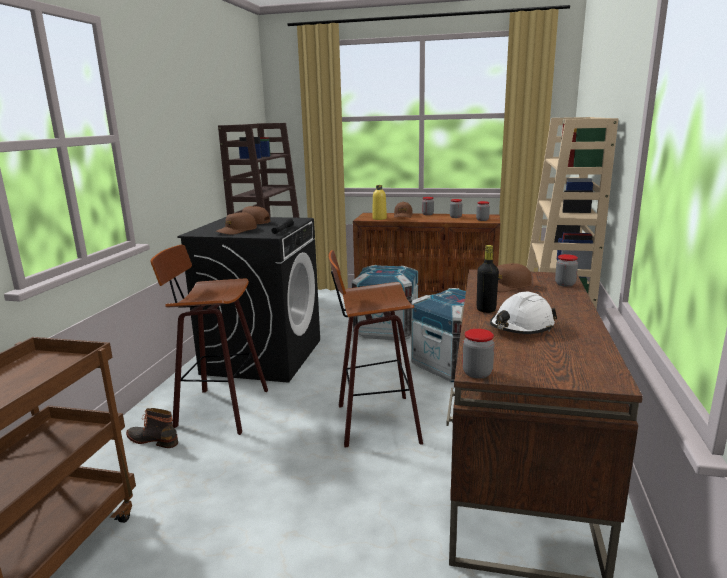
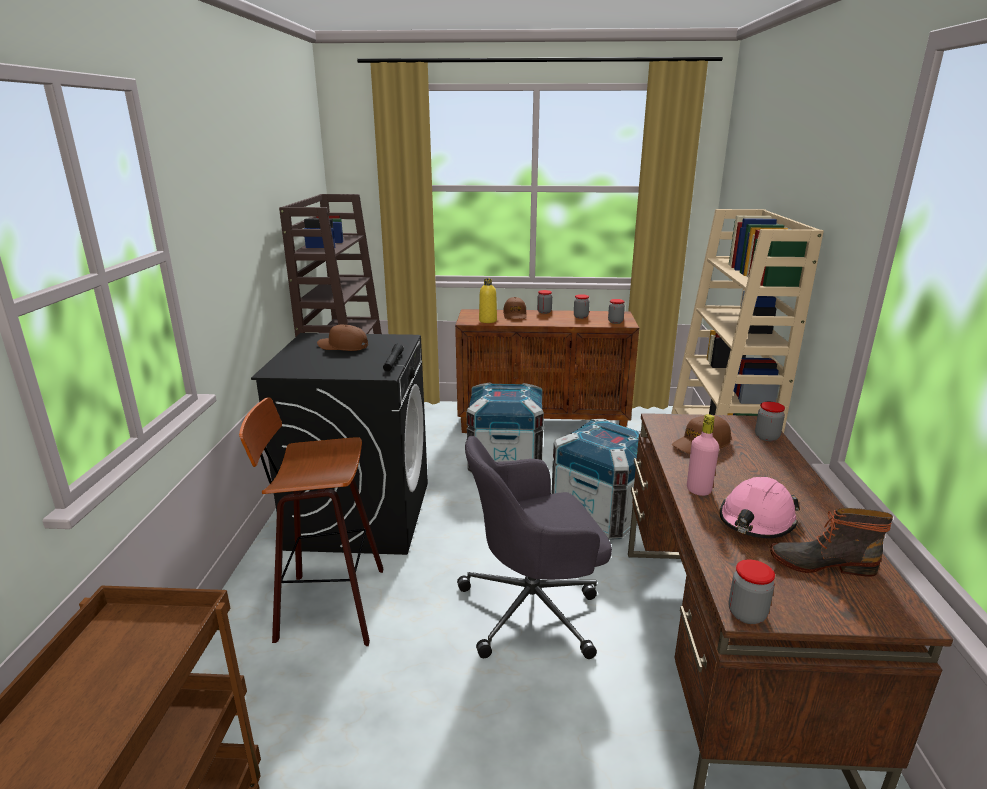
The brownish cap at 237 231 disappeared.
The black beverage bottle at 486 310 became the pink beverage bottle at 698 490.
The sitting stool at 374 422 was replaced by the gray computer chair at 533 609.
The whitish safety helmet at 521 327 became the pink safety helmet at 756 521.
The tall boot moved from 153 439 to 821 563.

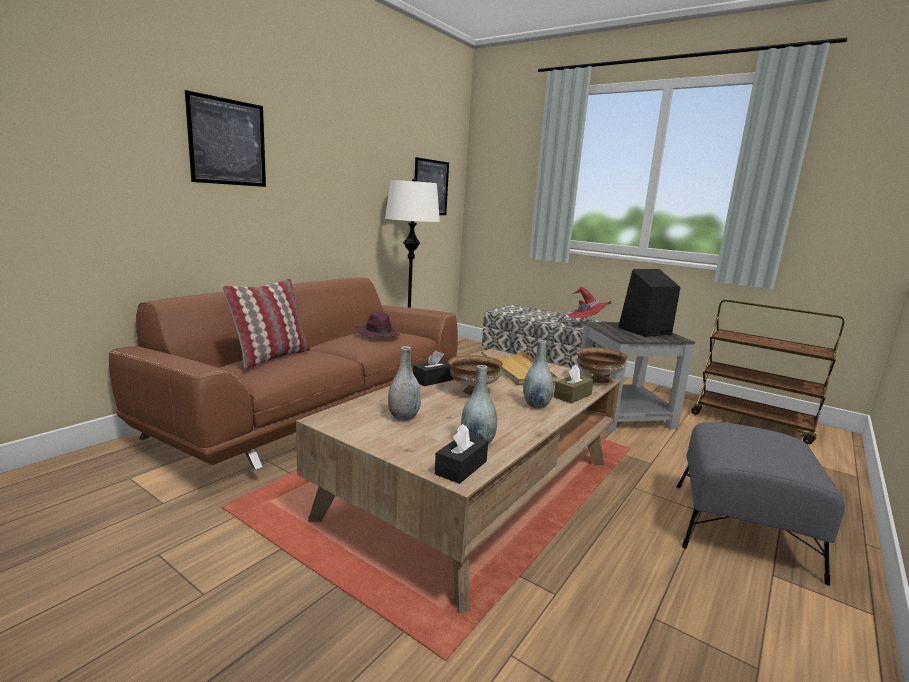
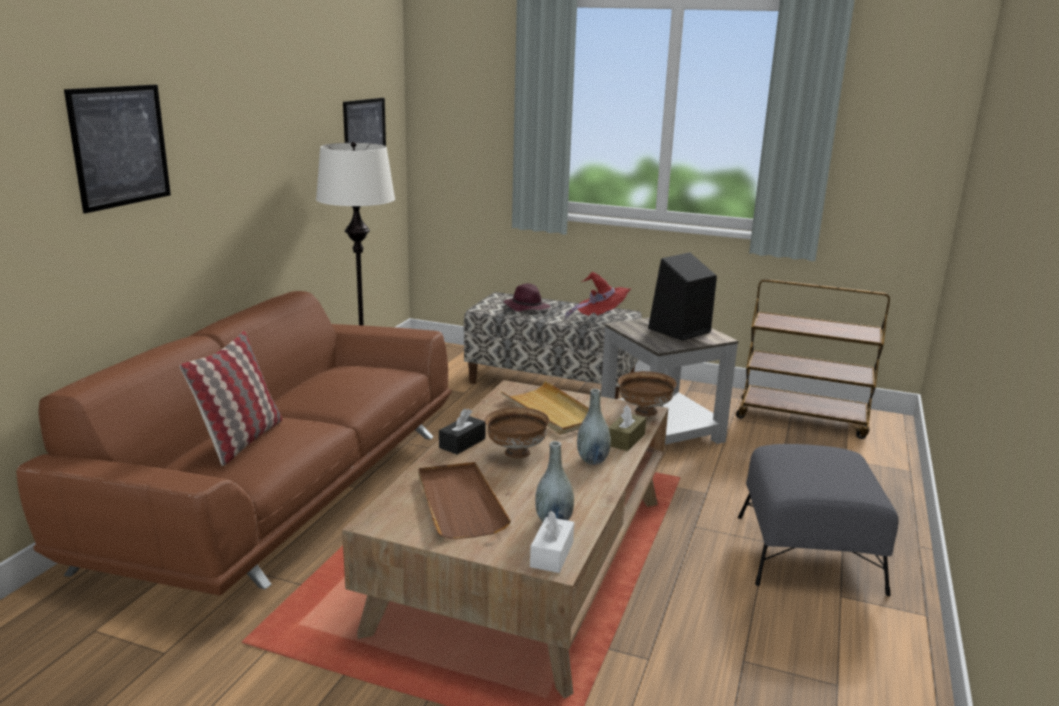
The purple clothing hat moved from 377 334 to 526 307.
The gray flower vase at 403 417 was replaced by the brownish serving tray at 459 503.
The black box of tissues at 461 468 became the whitish box of tissues at 552 554.

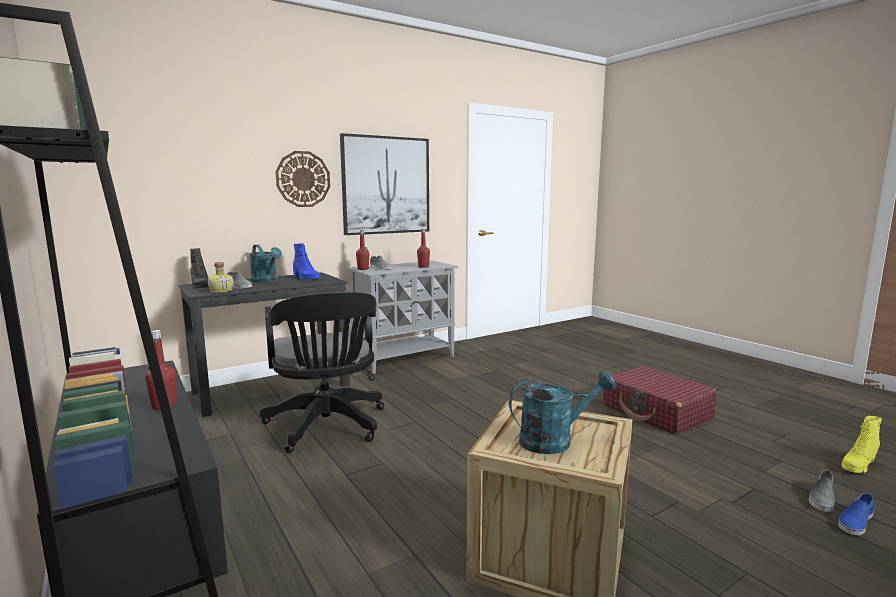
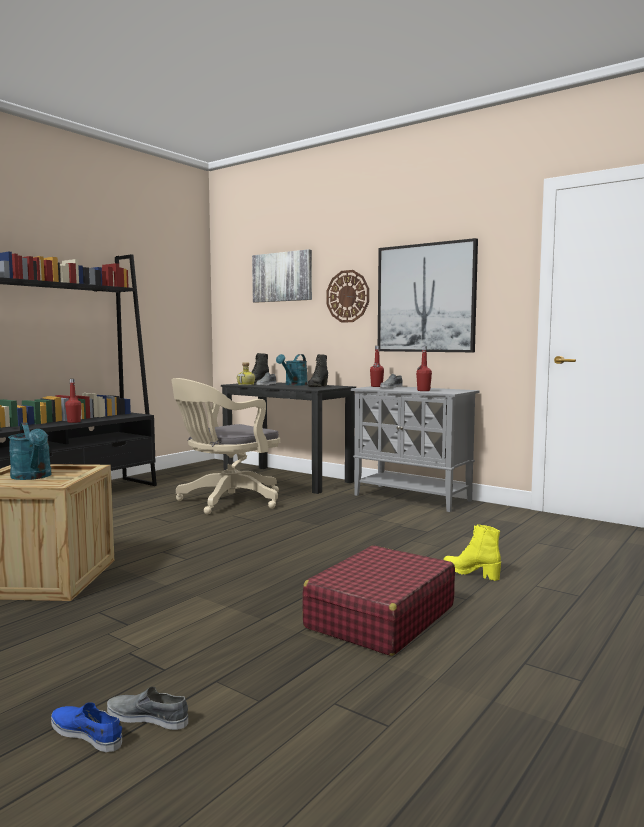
The blue-coloured tall boot at 306 278 became the black tall boot at 317 386.
The black computer chair at 327 427 became the beige computer chair at 226 501.
The yellowish tall boot moved from 858 465 to 471 573.
The picture at 282 277 appeared.

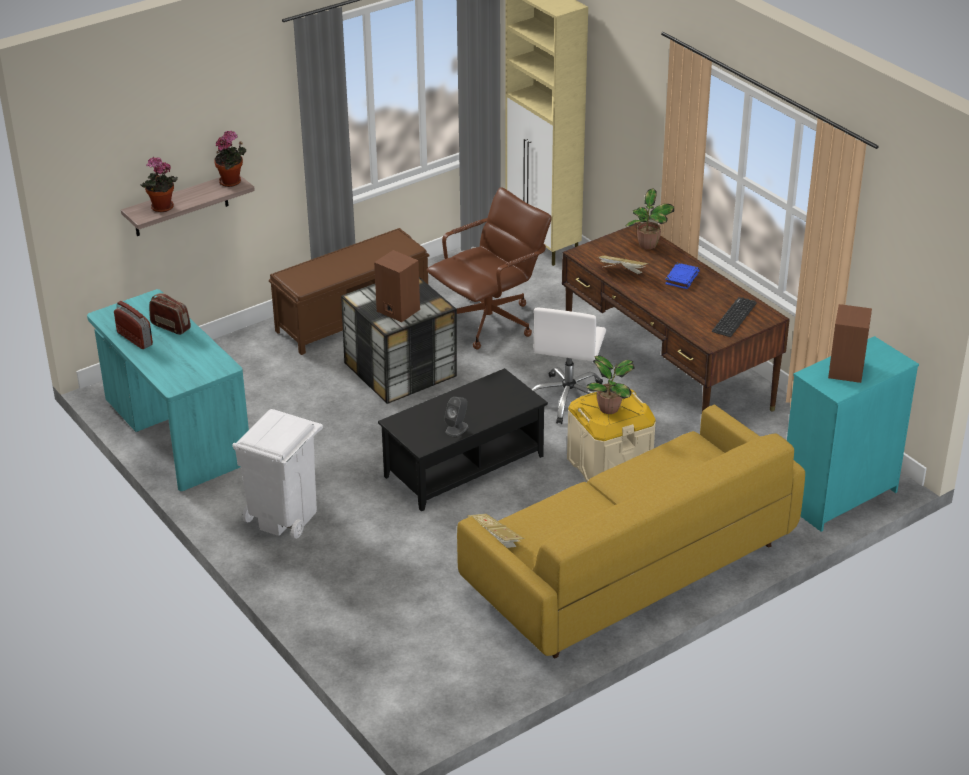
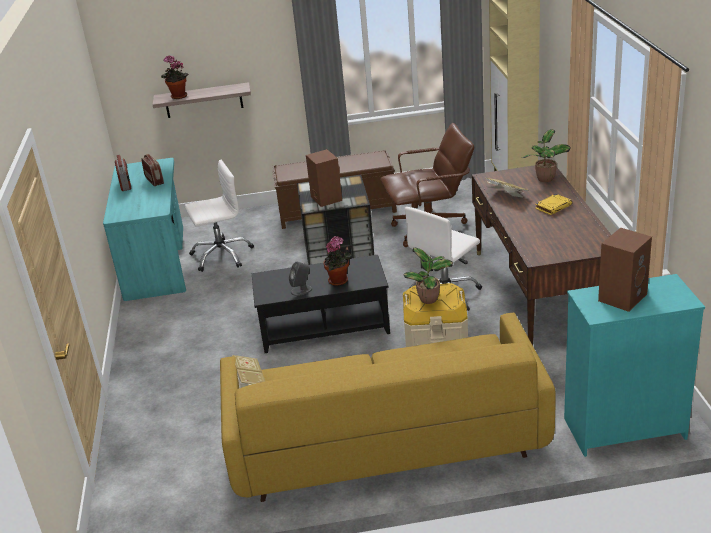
The plant in a pot moved from 232 182 to 340 281.
The blue-coloured volume at 682 278 became the yellowish volume at 553 206.
The keyboard at 734 317 disappeared.
The whitish rubbish bin at 283 516 disappeared.
The whitish computer chair at 221 255 appeared.

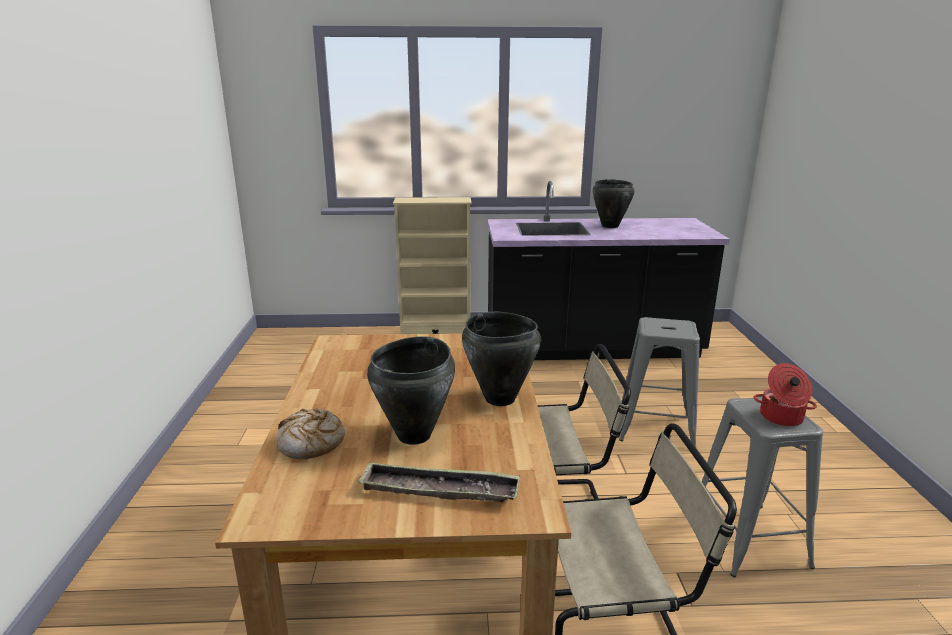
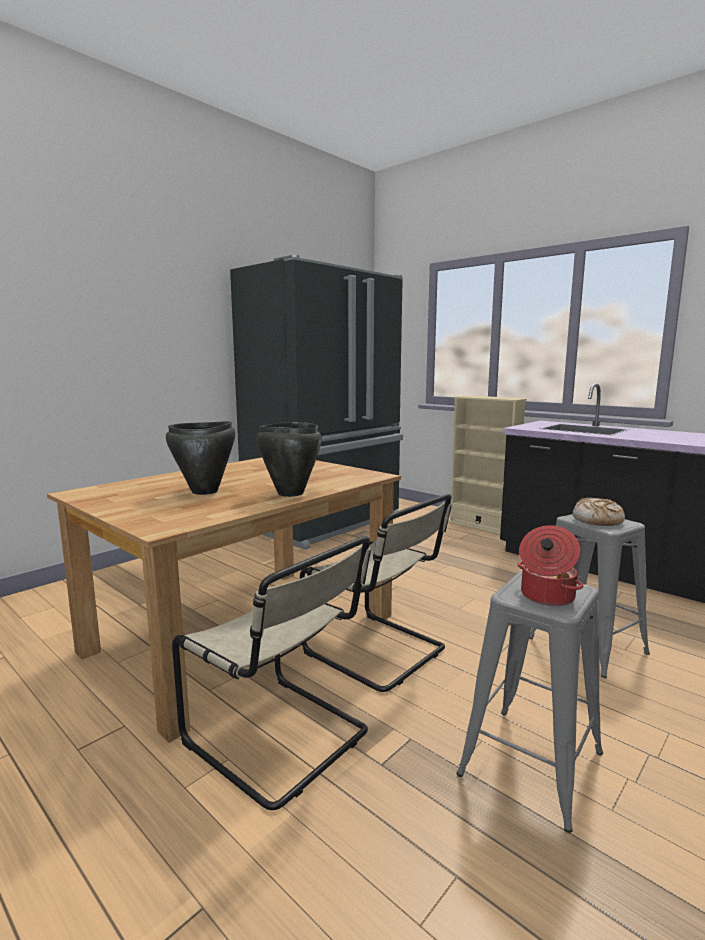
The black cooking pot at 610 226 disappeared.
The bakery bread moved from 311 443 to 597 520.
The serving tray at 439 490 disappeared.
The black kitchen fridge at 327 523 appeared.

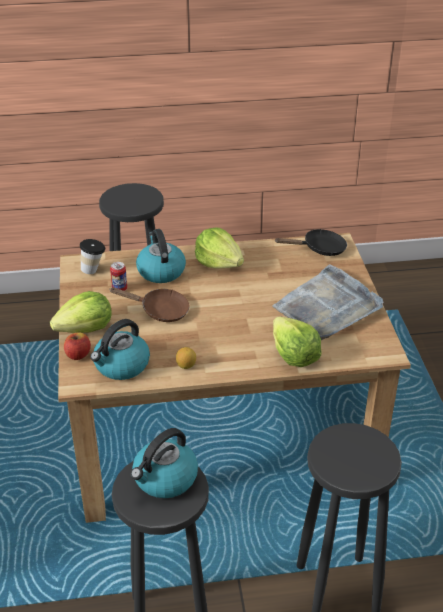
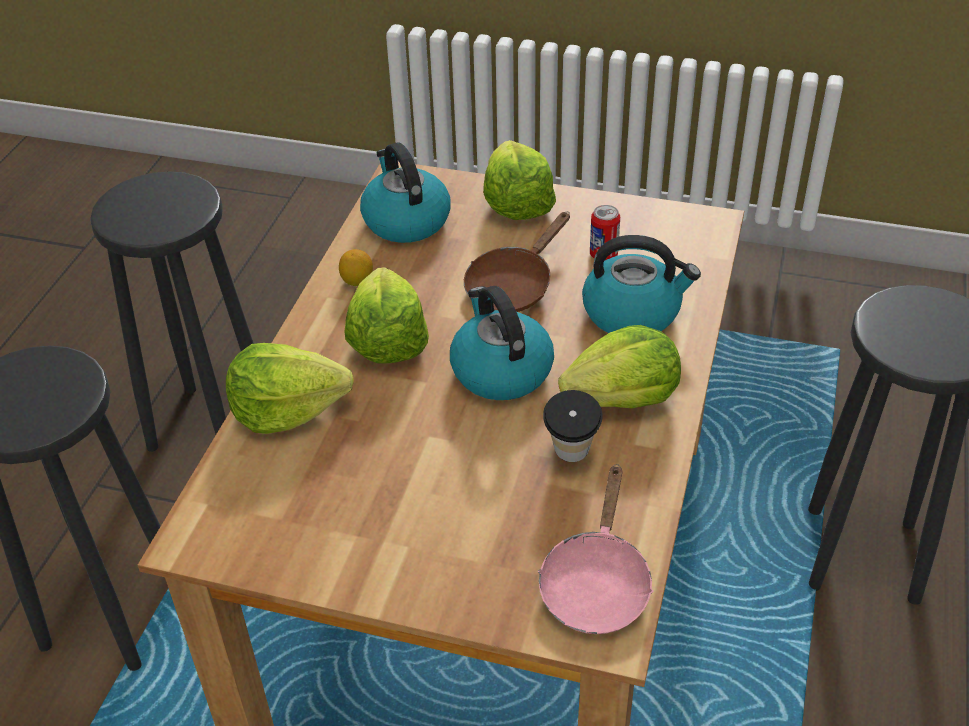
The black pan at 319 249 became the pink pan at 596 583.
The cup moved from 94 270 to 571 458.
The gray serving tray at 328 307 disappeared.
The apple at 78 355 disappeared.
The kettle moved from 165 479 to 500 370.
The lettuce at 387 340 appeared.

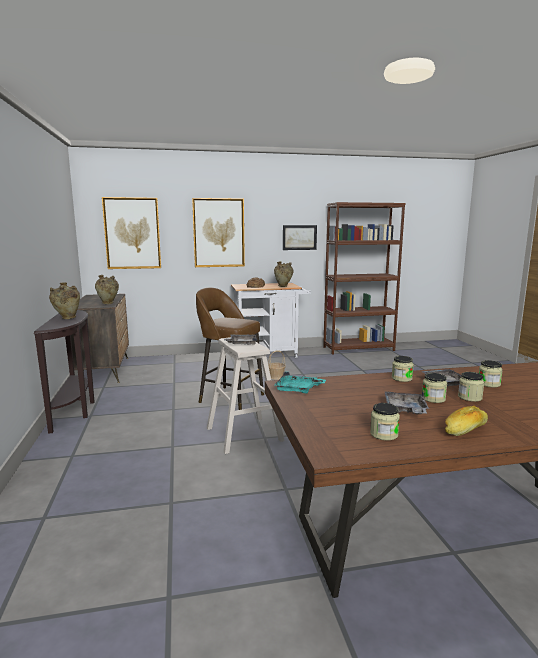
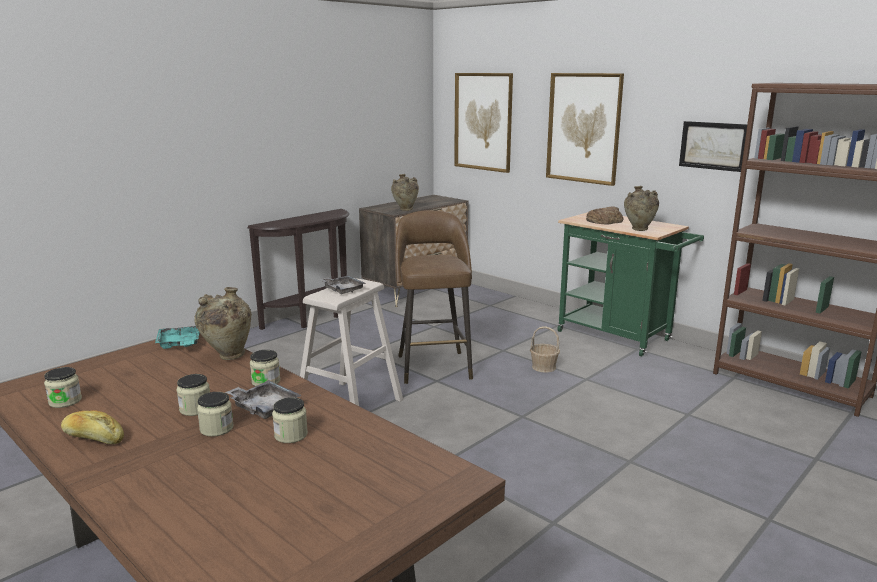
The beige flower vase moved from 67 318 to 227 356.
The whitish cart at 270 354 became the green-coloured cart at 620 337.
The gray serving tray at 405 410 disappeared.

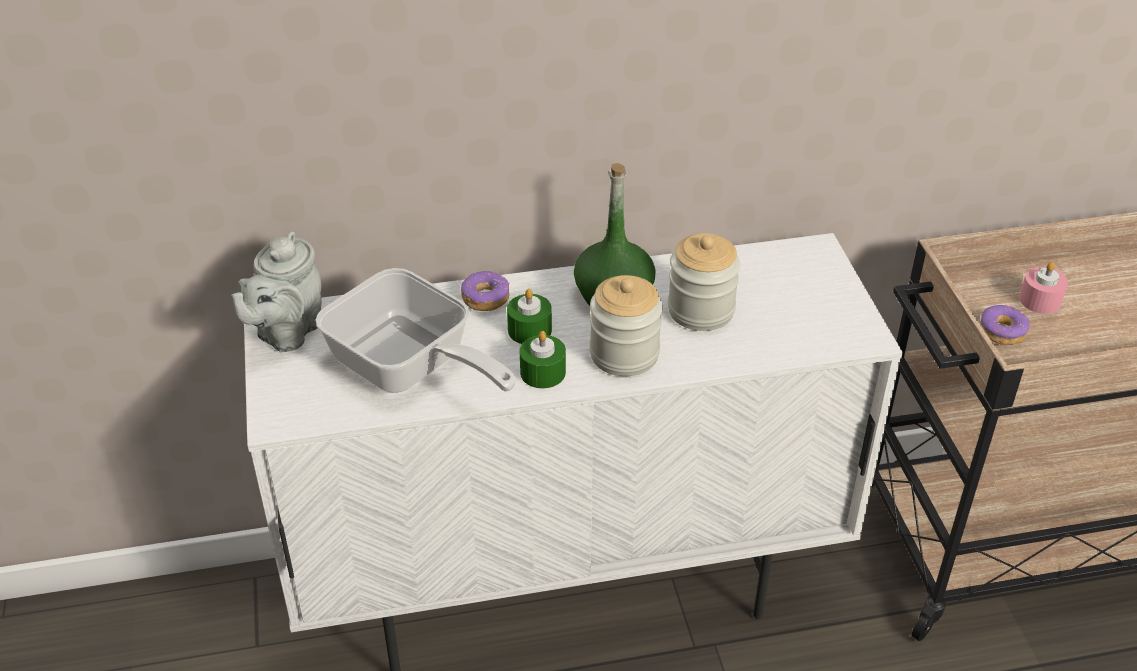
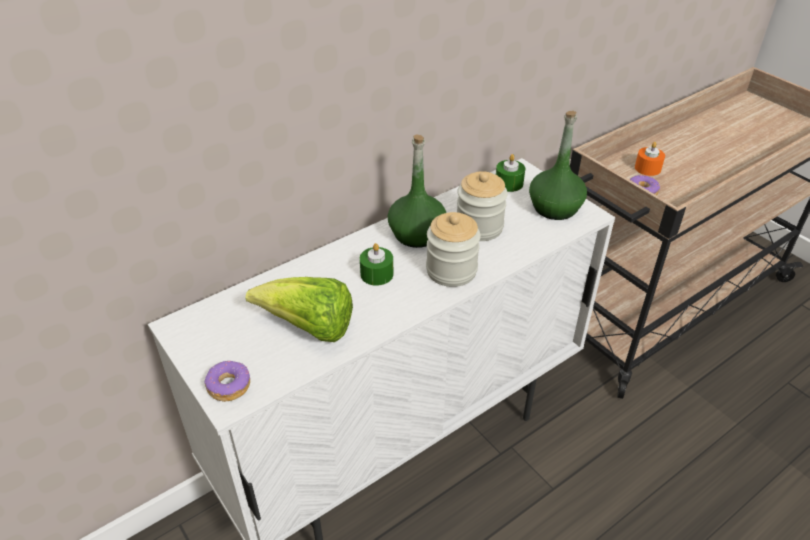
The gray tea pot at 286 332 disappeared.
The pink wax light at 1040 300 became the orange wax light at 647 168.
The pan at 410 368 was replaced by the lettuce at 309 328.
The doughnut moved from 485 298 to 228 386.
The green-coloured wax light moved from 543 372 to 509 183.
The green-coloured beverage bottle at 554 208 appeared.

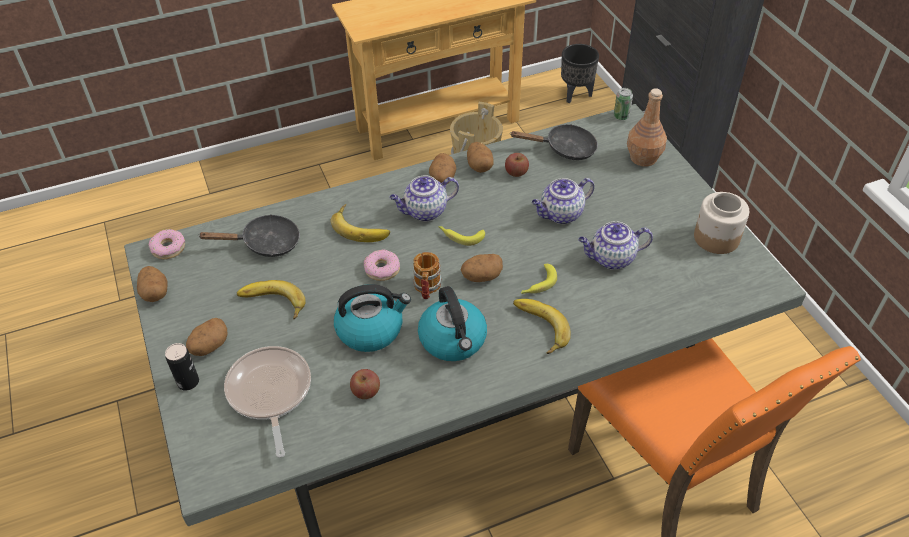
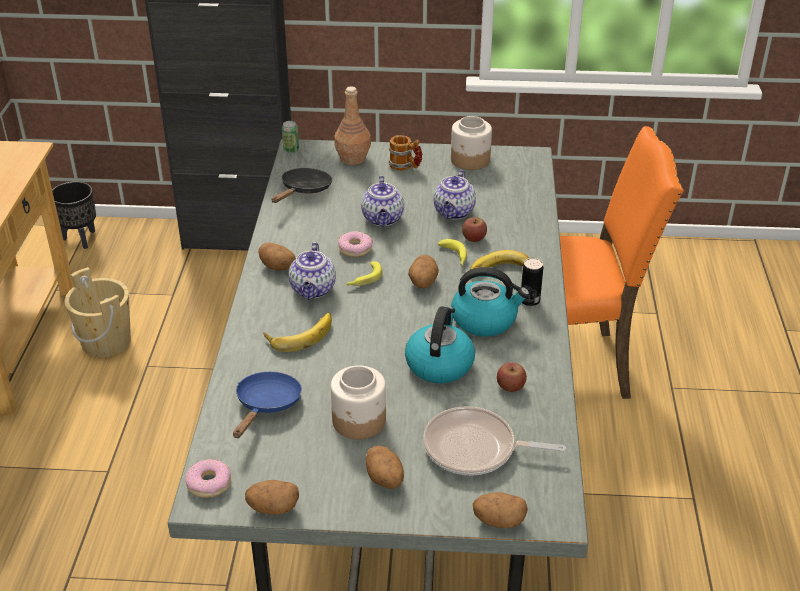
The whole potato moved from 479 166 to 498 521.
The apple moved from 516 172 to 474 238.
The black pan at 265 243 became the blue-coloured pan at 266 405.
The doughnut moved from 382 269 to 355 248.
The mug moved from 427 288 to 405 166.
The whole banana at 271 304 was replaced by the storage jar at 359 421.
The can moved from 188 382 to 530 300.

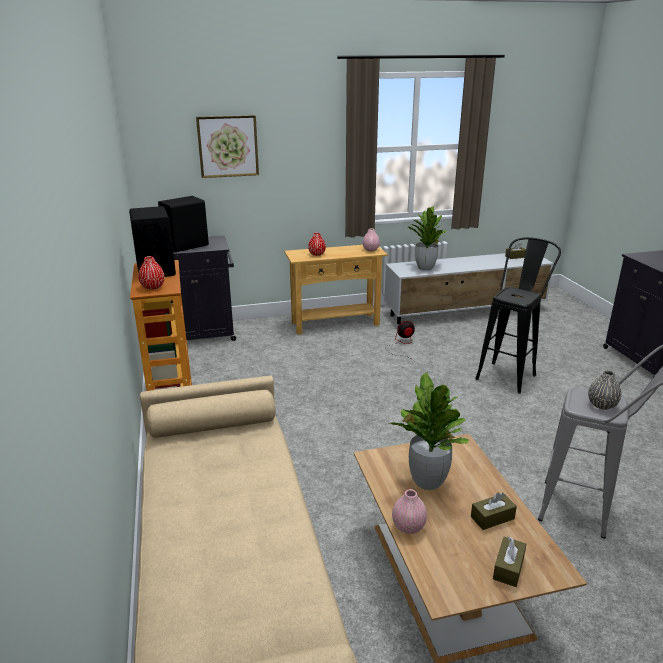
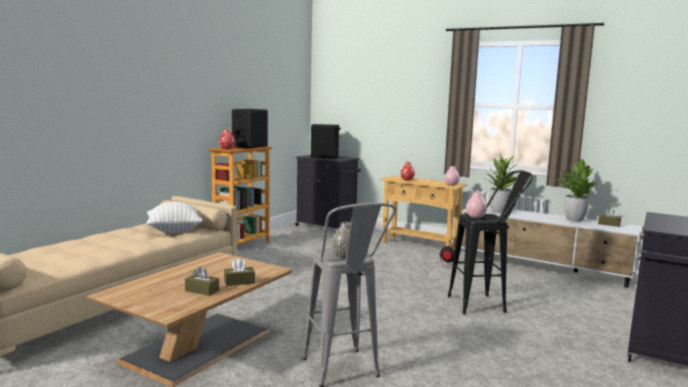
The picture at 228 146 disappeared.
The plant in a pot moved from 427 481 to 574 220.
The pink flower vase moved from 408 527 to 475 217.
The brownish box of tissues moved from 508 568 to 239 282.
The whitish cushion at 174 230 appeared.

